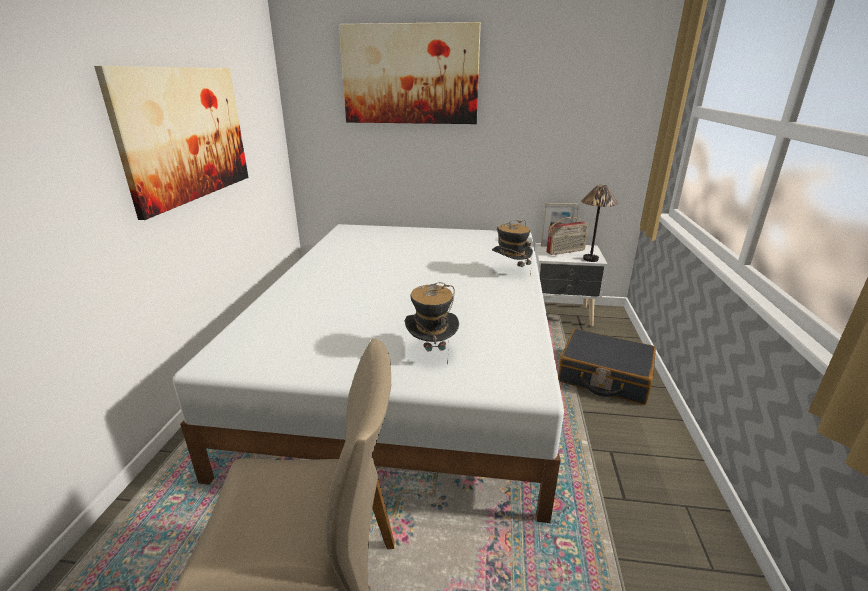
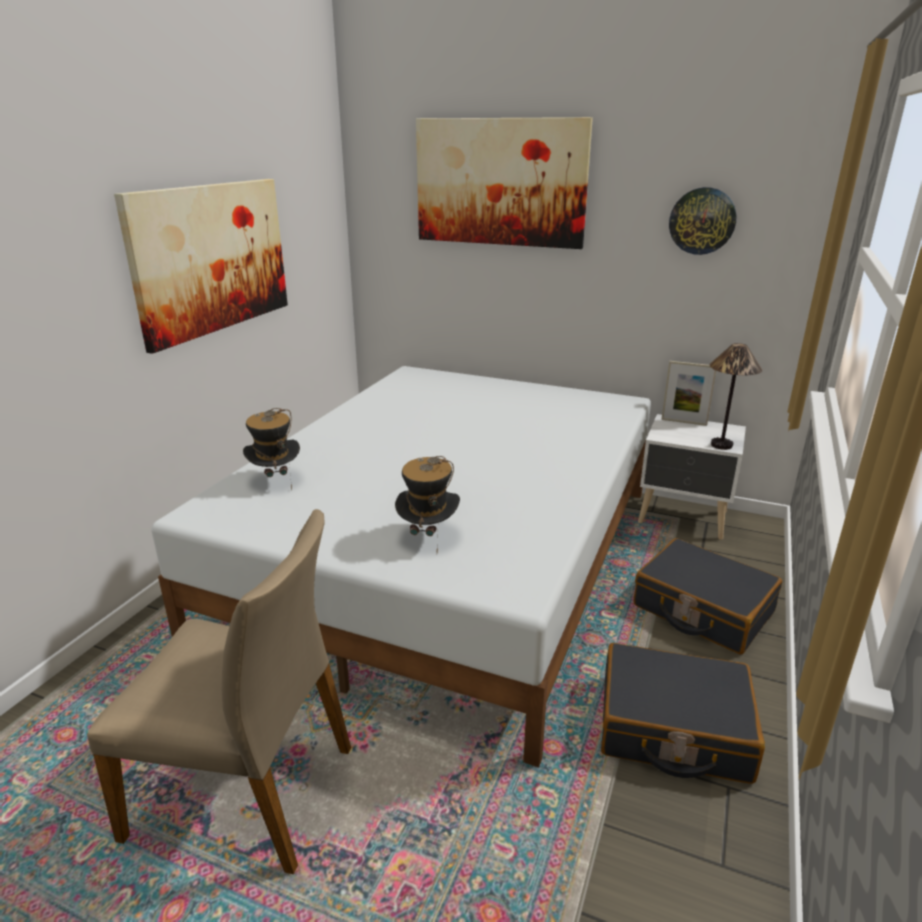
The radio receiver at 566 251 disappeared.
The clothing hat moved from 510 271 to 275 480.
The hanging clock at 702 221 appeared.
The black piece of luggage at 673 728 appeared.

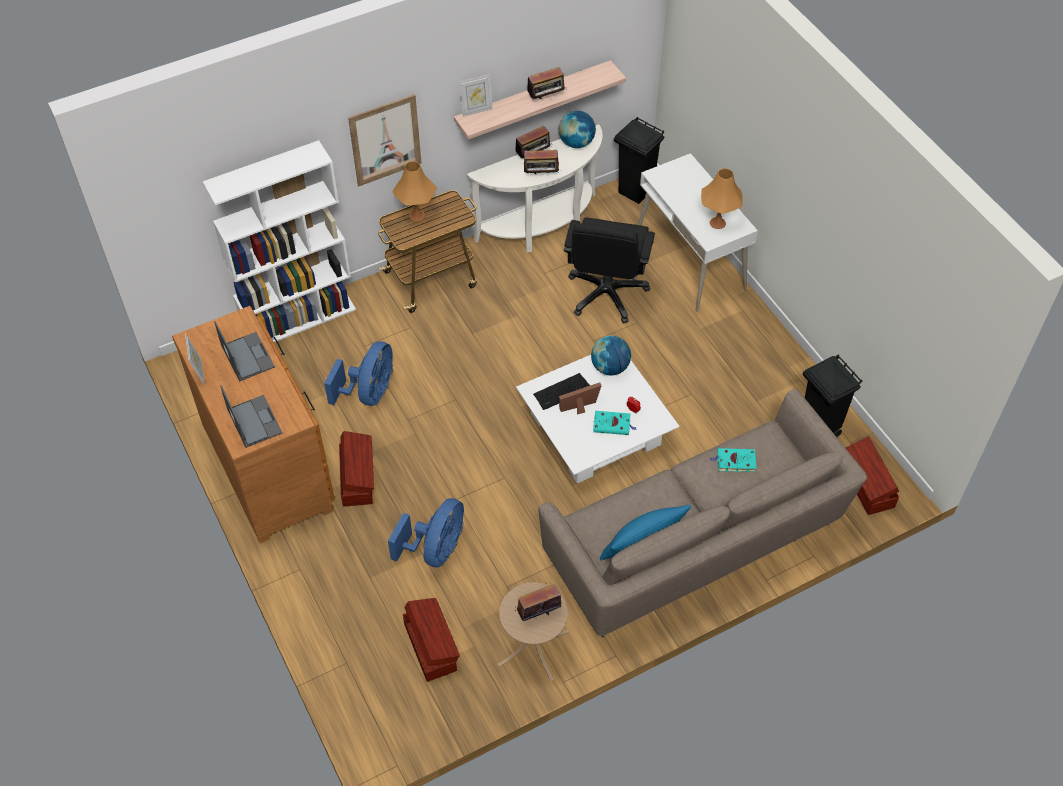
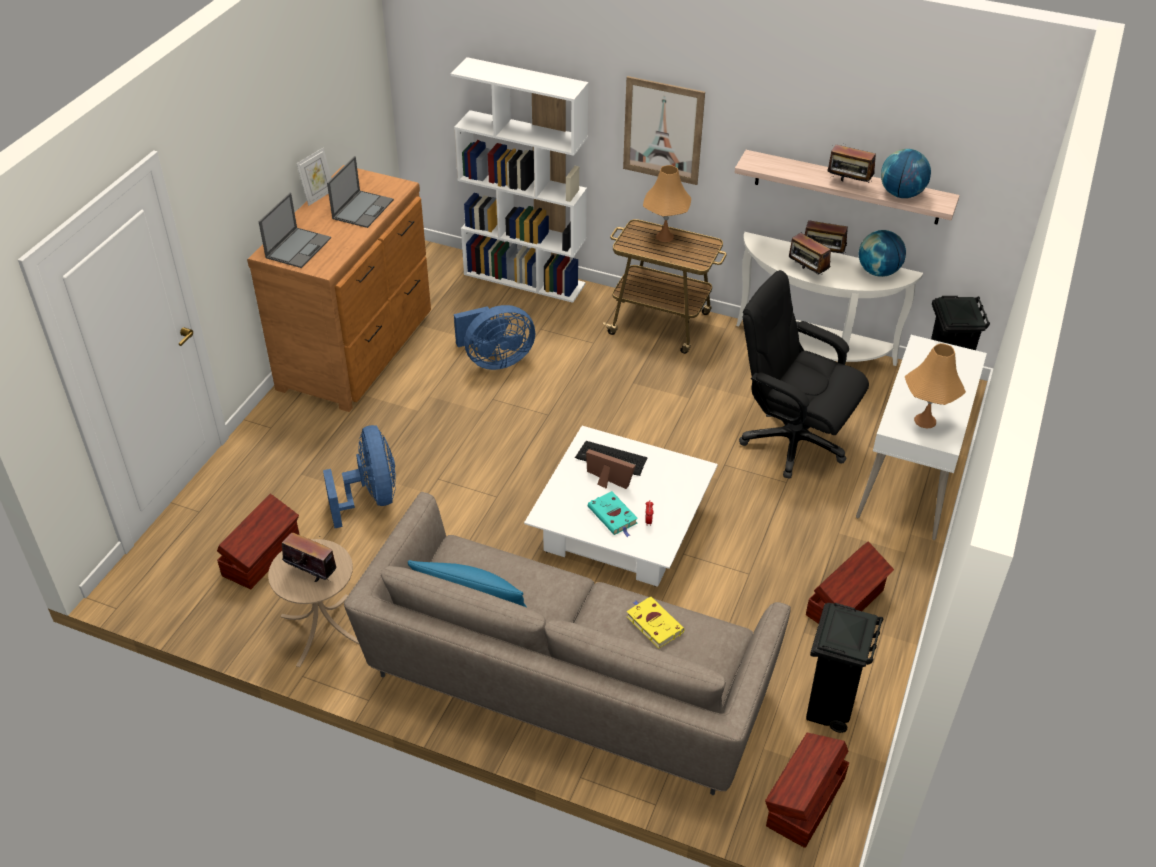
The picture frame at 476 110 disappeared.
The black computer chair at 606 293 turned 60 degrees clockwise.
The world globe moved from 610 367 to 901 194.
The brownish storage bin moved from 357 478 to 846 603.
The blue-green volume at 734 461 became the yellowish volume at 653 623.
The blue-coloured cooling fan at 436 549 turned 90 degrees counterclockwise.

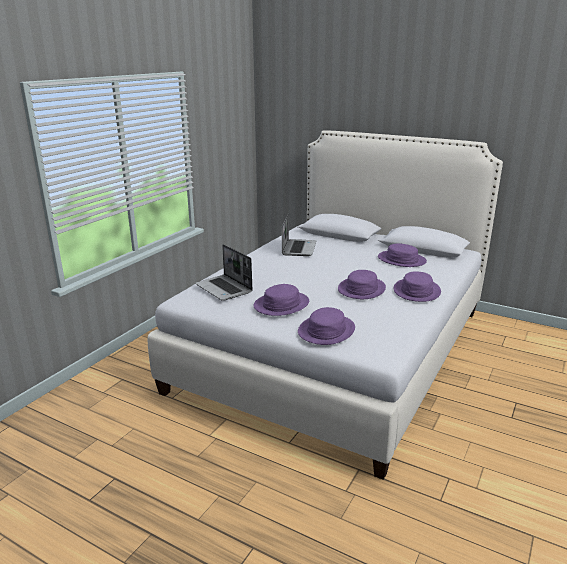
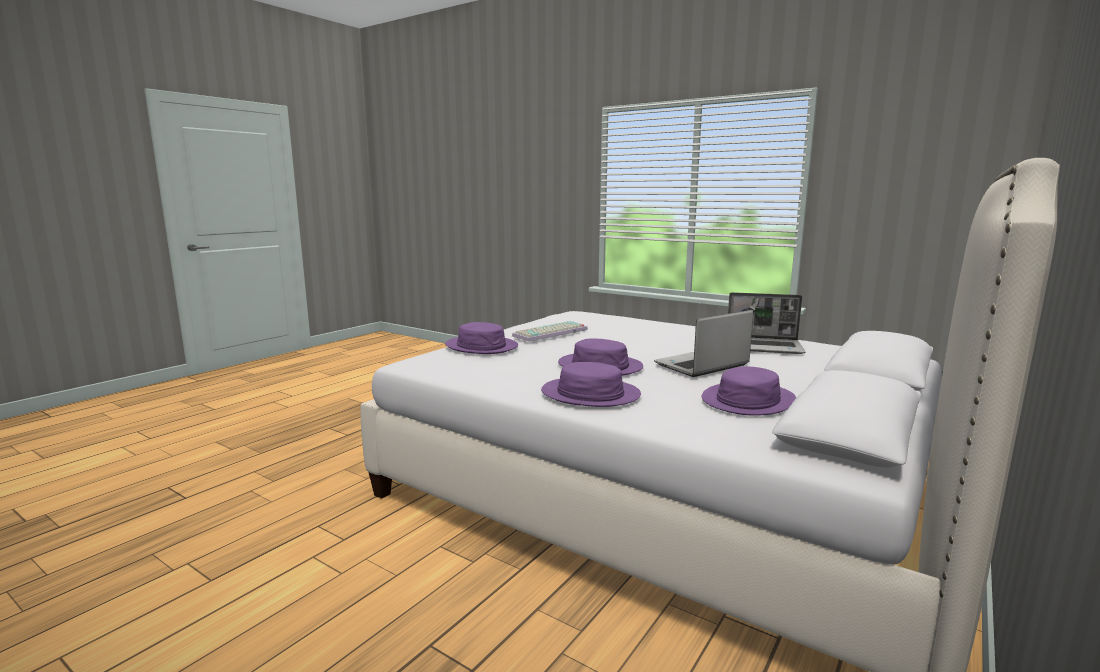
The laptop moved from 224 289 to 701 365.
The purple clothing hat at 281 304 was replaced by the keyboard at 550 333.

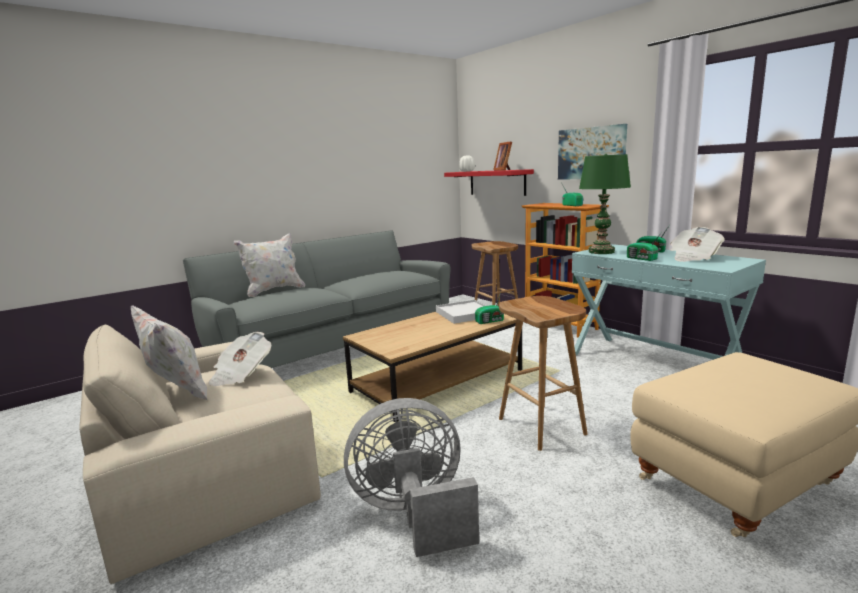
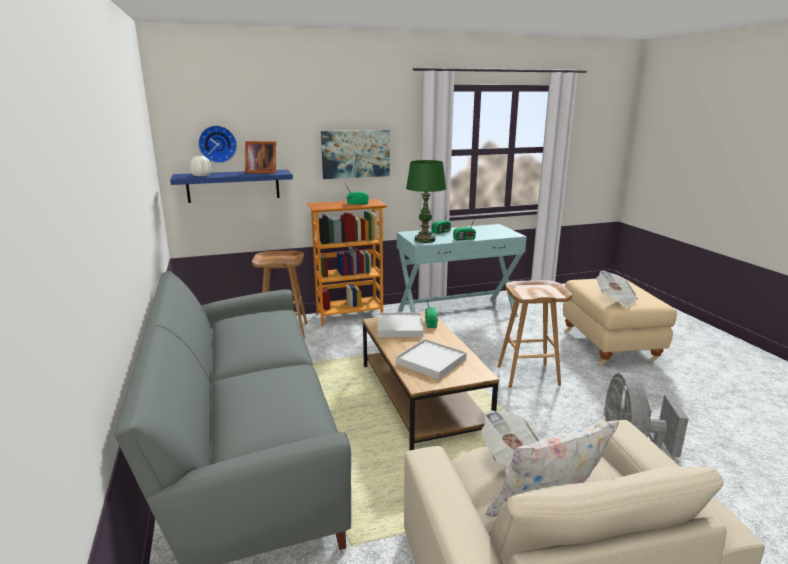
The red-coloured shelf at 497 182 became the blue-coloured shelf at 233 186.
The newspaper moved from 693 258 to 615 299.
The whitish cushion at 273 291 disappeared.
The hanging clock at 217 144 appeared.
The whitish serving tray at 431 361 appeared.

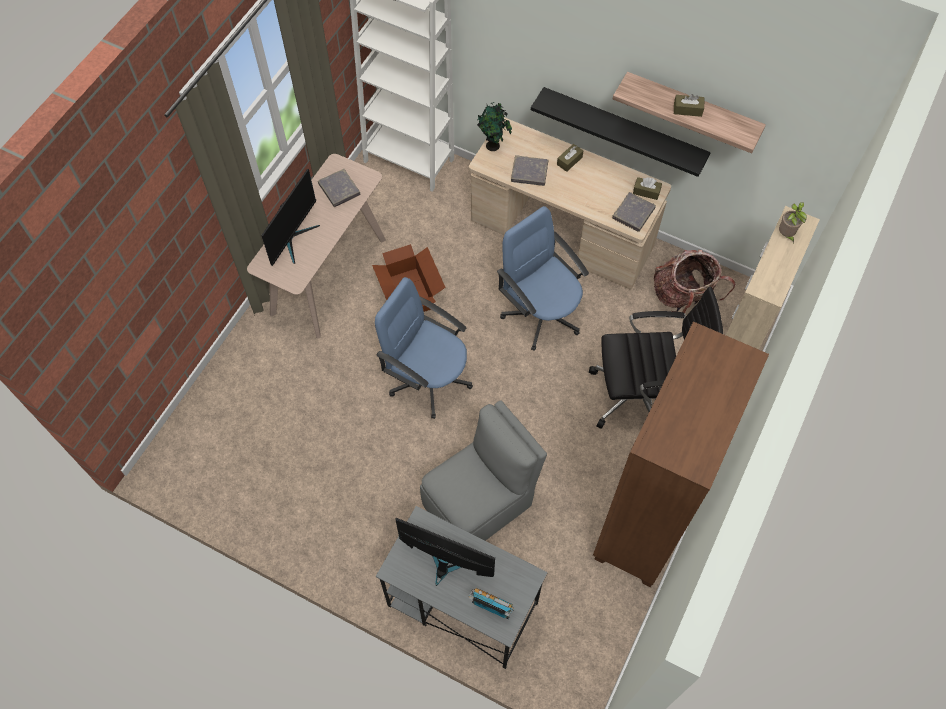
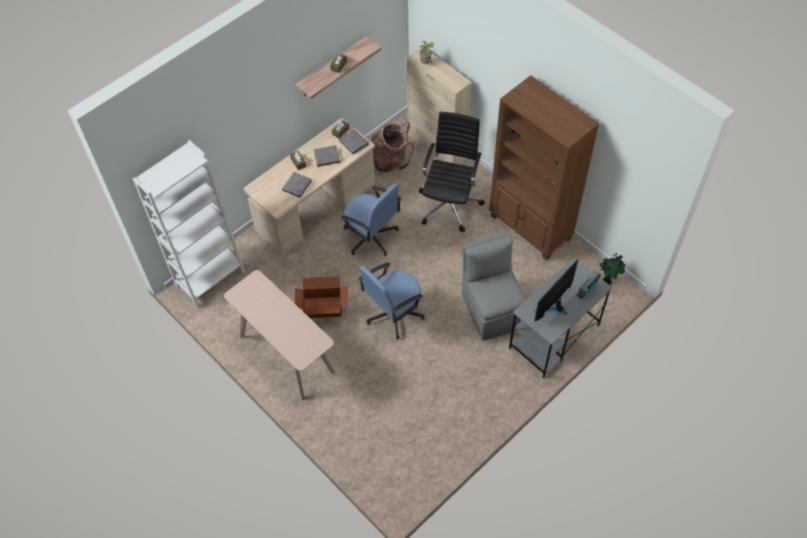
The black shelf at 623 129 disappeared.
The plant in a pot moved from 493 146 to 607 281.
The computer screen at 294 238 disappeared.
The gray volume moved from 339 189 to 327 157.
The blue-coloured computer chair at 541 313 turned 120 degrees counterclockwise.

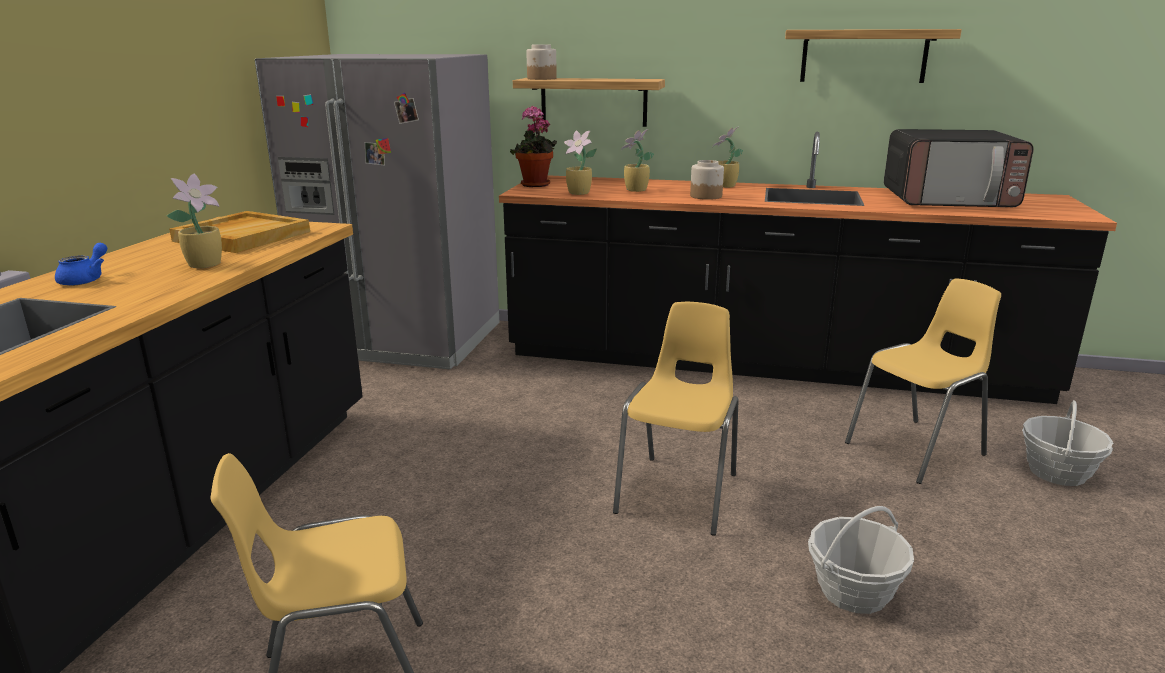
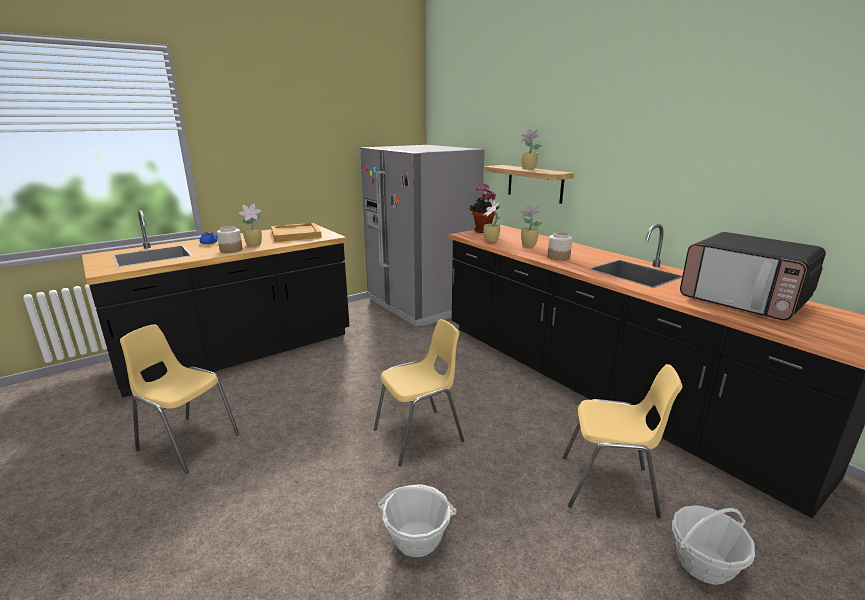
The shelf at 863 56 disappeared.
The storage jar moved from 542 78 to 231 250.
The plant in a pot moved from 724 186 to 528 168.

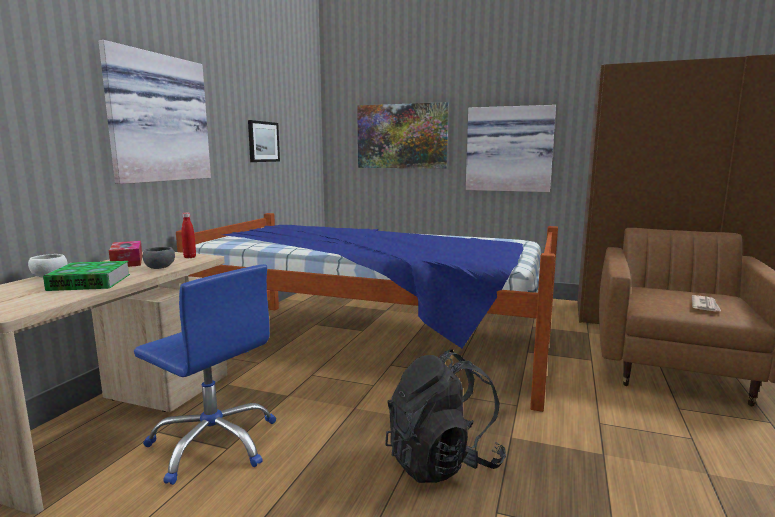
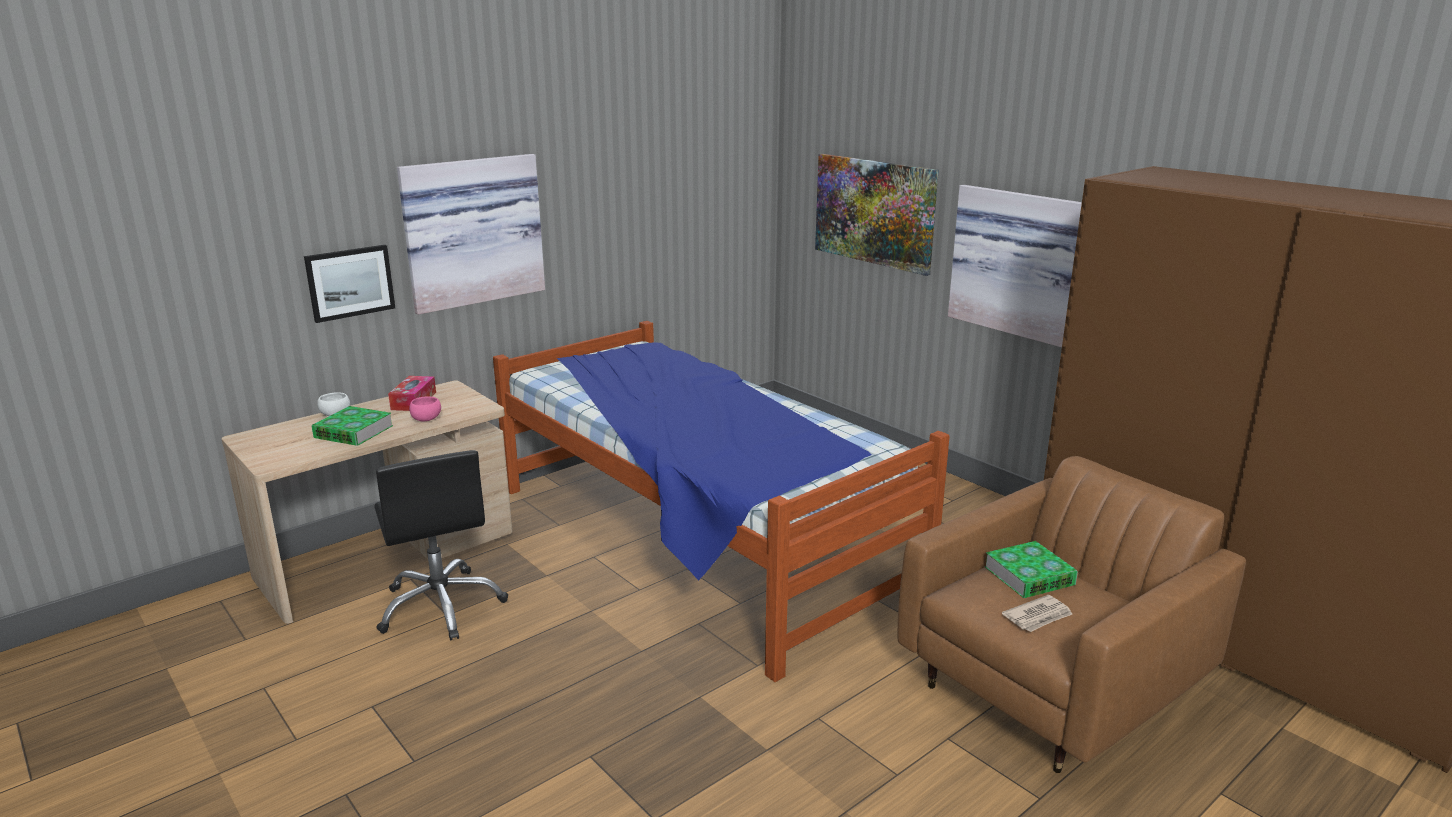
The picture moved from 263 141 to 350 282.
The red-coloured beverage bottle at 190 257 disappeared.
The gray bowl at 160 267 became the pink bowl at 427 419.
The blue-coloured computer chair at 214 443 became the black computer chair at 441 606.
The black backpack at 442 462 disappeared.
The volume at 1029 576 appeared.

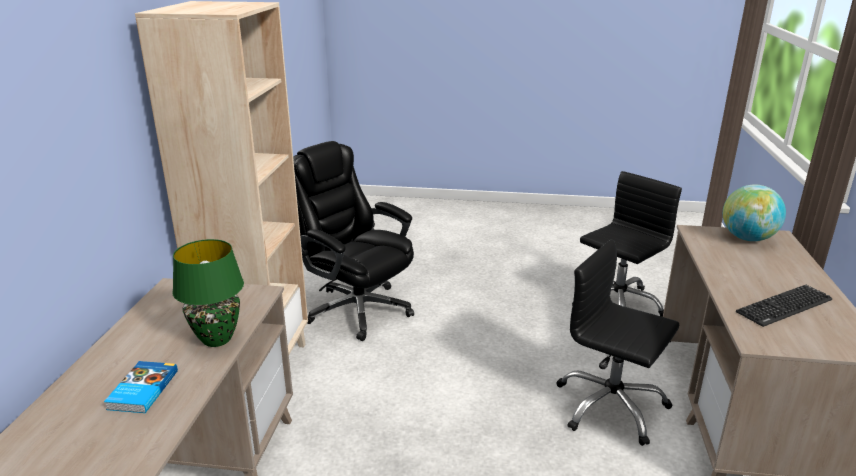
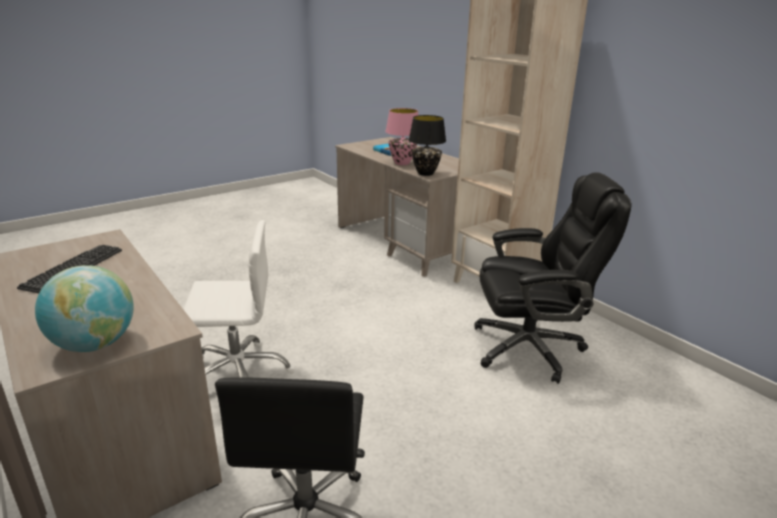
The green-coloured lamp for a table at 216 339 became the pink lamp for a table at 402 163.
The black computer chair at 610 406 became the whitish computer chair at 238 375.
The black lamp for a table at 425 173 appeared.

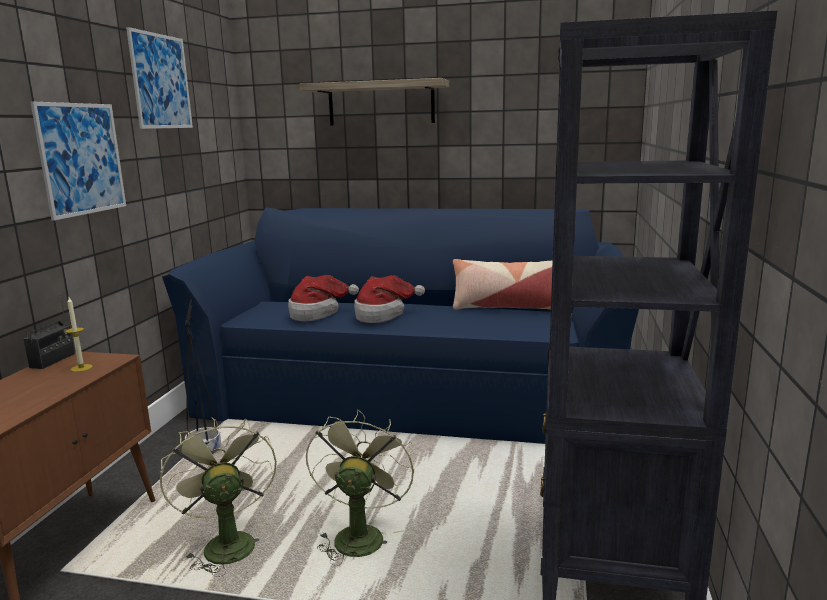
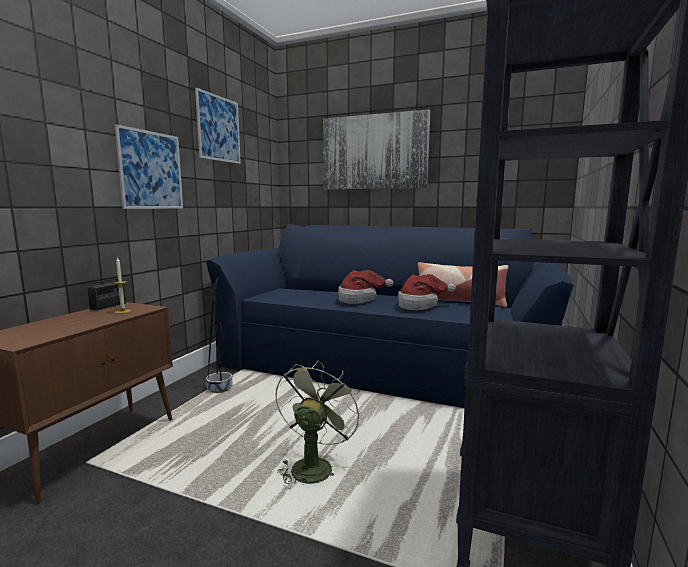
The shelf at 381 103 was replaced by the picture at 374 152.
The clothing hat moved from 317 313 to 420 305.
The green-coloured cooling fan at 225 542 disappeared.

